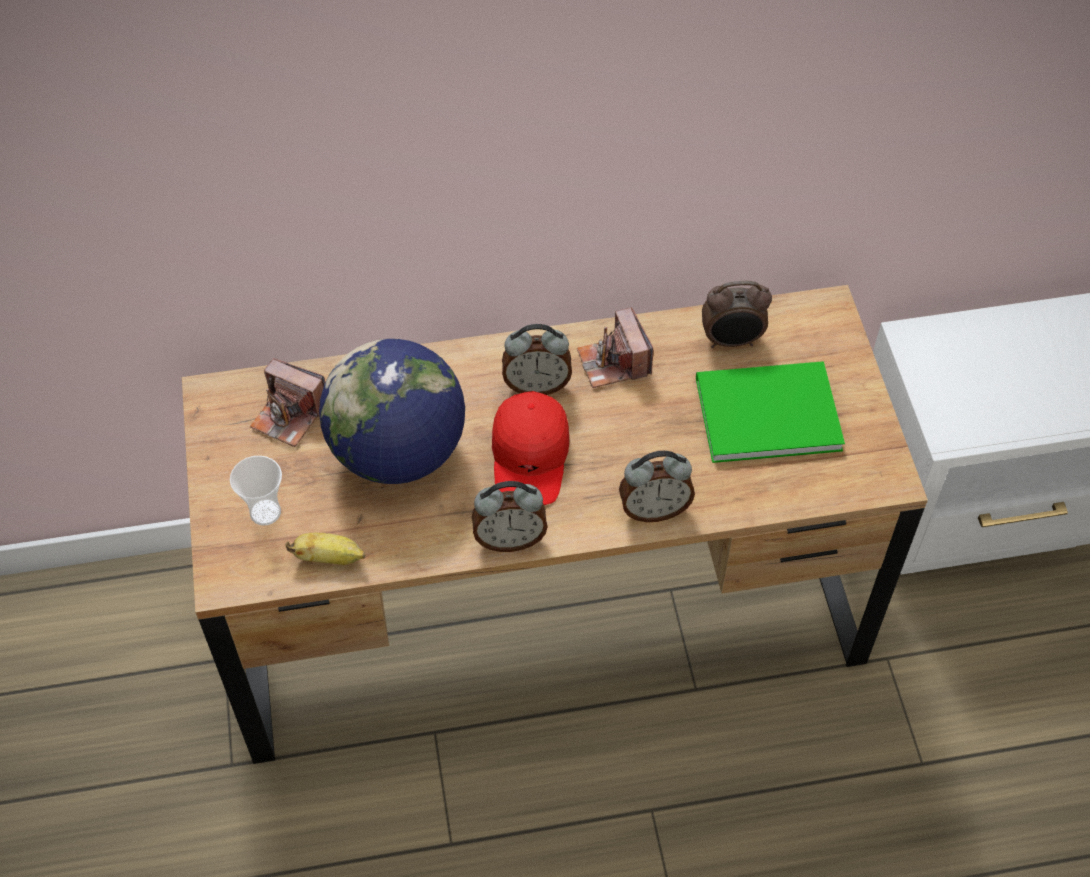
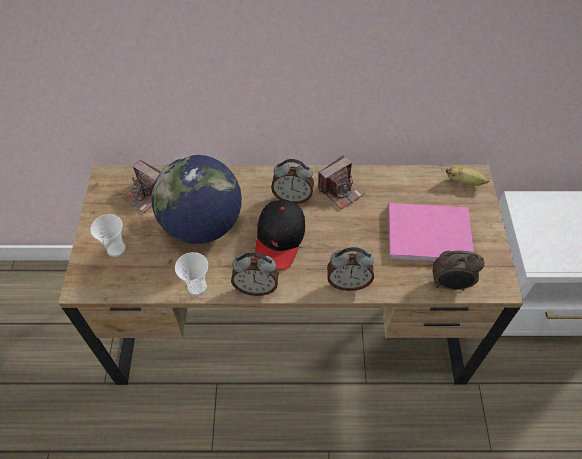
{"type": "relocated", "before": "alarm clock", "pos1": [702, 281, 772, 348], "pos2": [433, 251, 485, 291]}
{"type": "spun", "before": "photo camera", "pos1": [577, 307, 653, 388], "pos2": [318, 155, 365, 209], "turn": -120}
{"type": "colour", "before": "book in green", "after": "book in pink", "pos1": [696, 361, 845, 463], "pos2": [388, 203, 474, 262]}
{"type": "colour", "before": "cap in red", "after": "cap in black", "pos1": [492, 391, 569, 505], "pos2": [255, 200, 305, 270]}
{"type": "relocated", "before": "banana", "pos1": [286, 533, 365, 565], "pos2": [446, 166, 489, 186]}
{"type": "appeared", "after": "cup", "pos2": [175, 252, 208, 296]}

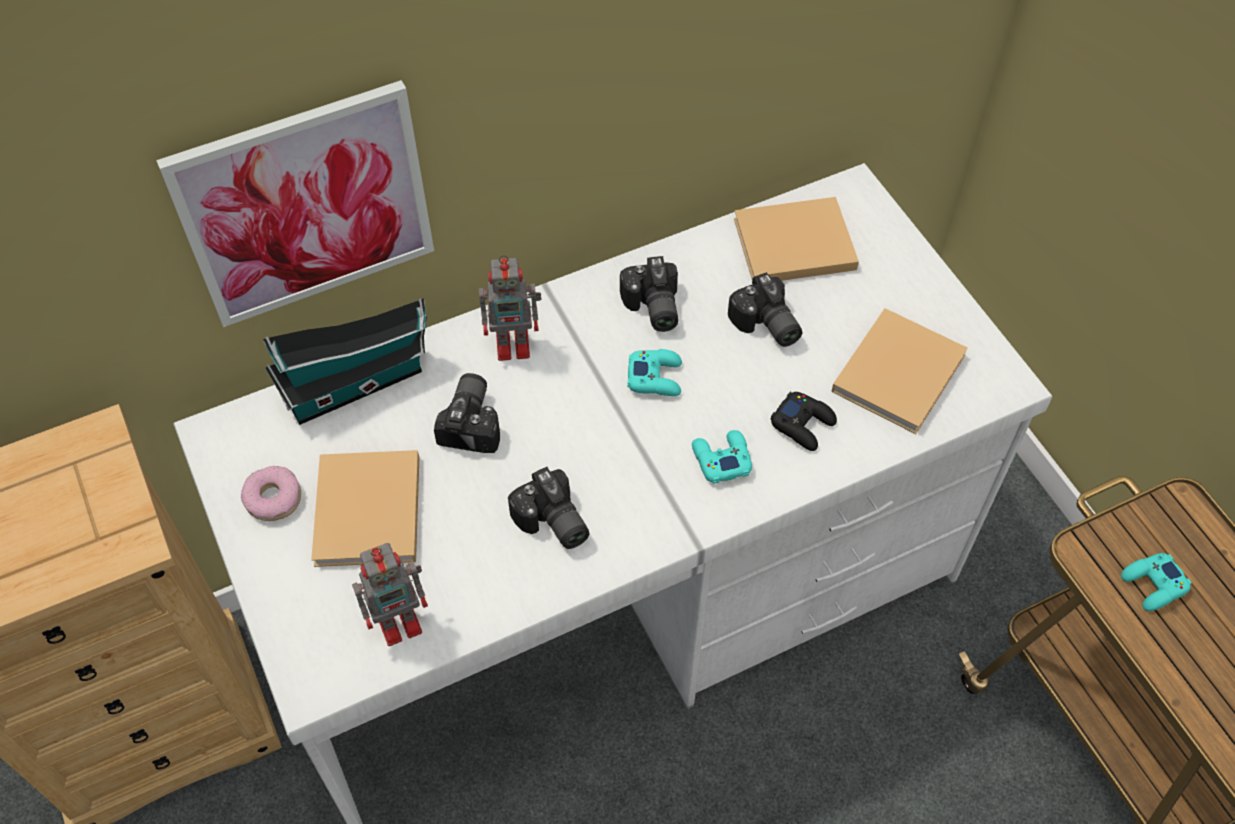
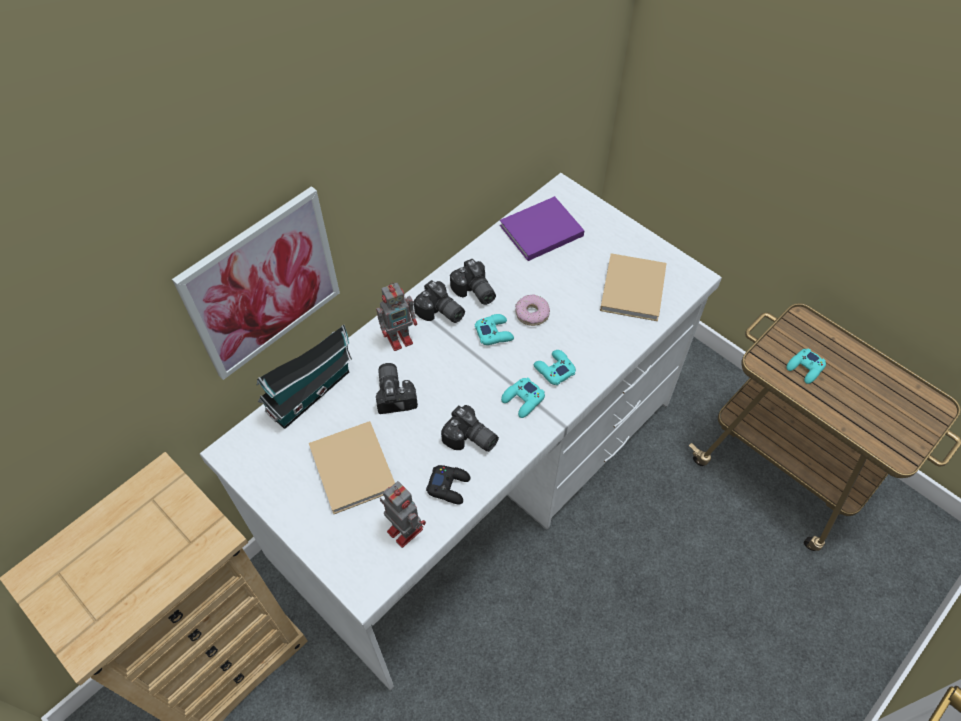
{"type": "colour", "before": "book in beige", "after": "book in purple", "pos1": [734, 197, 859, 281], "pos2": [500, 196, 585, 261]}
{"type": "relocated", "before": "photo camera", "pos1": [728, 272, 802, 347], "pos2": [414, 280, 465, 323]}
{"type": "relocated", "before": "game controller in black", "pos1": [770, 392, 837, 451], "pos2": [426, 465, 470, 504]}
{"type": "relocated", "before": "donut", "pos1": [241, 466, 301, 521], "pos2": [515, 295, 550, 326]}
{"type": "spun", "before": "toy robot", "pos1": [352, 543, 428, 646], "pos2": [379, 481, 426, 548], "turn": -90}
{"type": "appeared", "after": "game controller in turquoise", "pos2": [501, 378, 545, 418]}

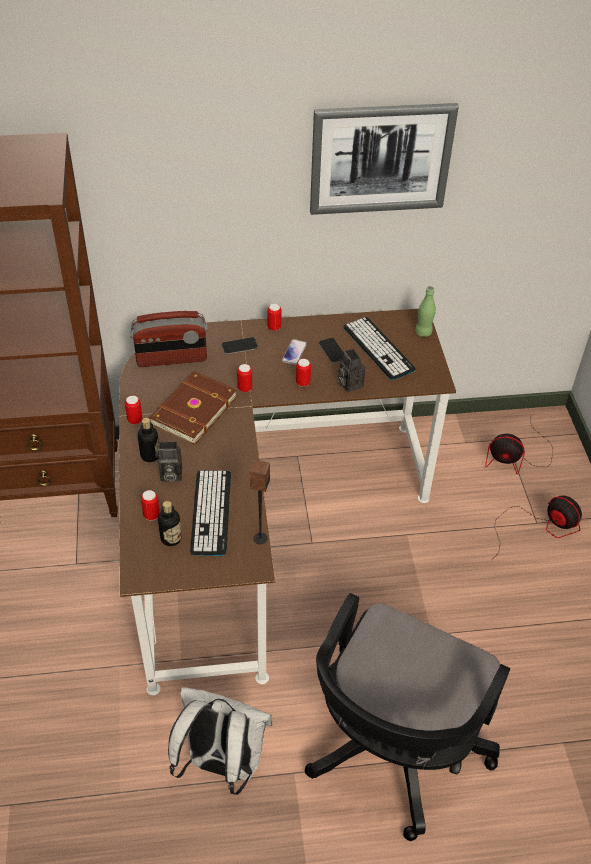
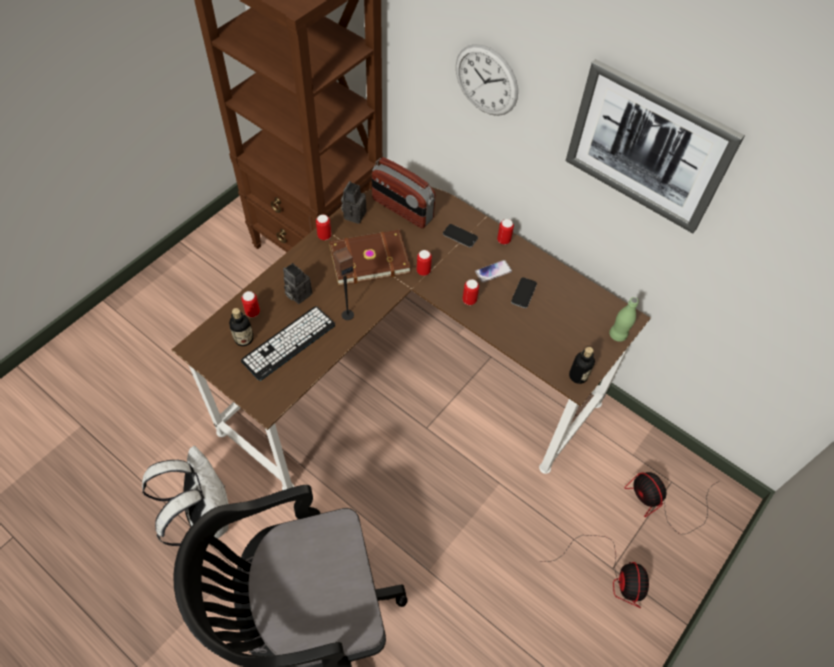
{"type": "missing", "before": "keyboard", "pos1": [343, 317, 416, 380]}
{"type": "relocated", "before": "photo camera", "pos1": [338, 349, 365, 393], "pos2": [341, 181, 367, 224]}
{"type": "relocated", "before": "bottle", "pos1": [138, 418, 159, 462], "pos2": [569, 347, 595, 384]}
{"type": "relocated", "before": "speaker", "pos1": [249, 460, 270, 544], "pos2": [333, 247, 354, 320]}
{"type": "appeared", "after": "wall clock", "pos2": [456, 44, 518, 116]}

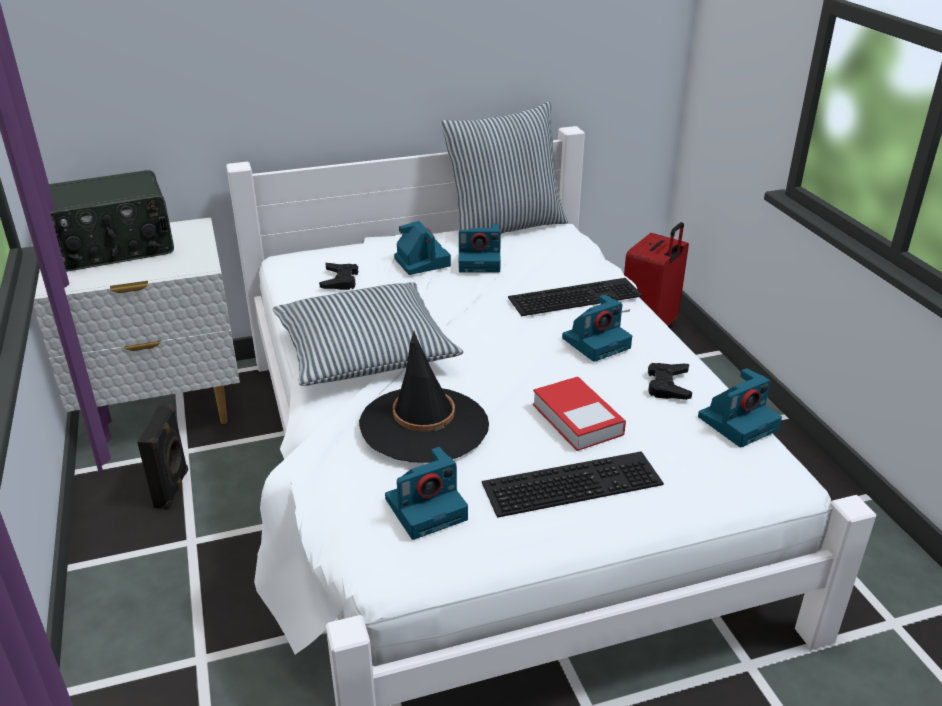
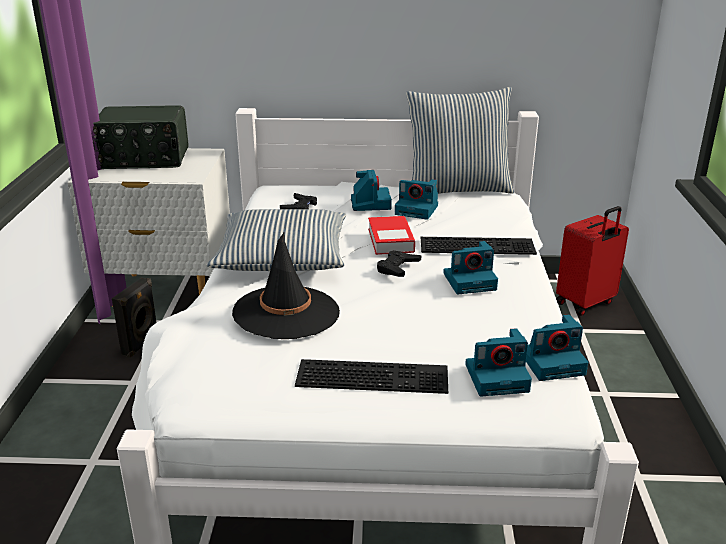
{"type": "relocated", "before": "game controller in black", "pos1": [648, 363, 692, 400], "pos2": [377, 250, 421, 277]}
{"type": "relocated", "before": "book", "pos1": [533, 376, 626, 451], "pos2": [368, 216, 415, 255]}
{"type": "relocated", "before": "photo camera", "pos1": [385, 447, 468, 540], "pos2": [465, 328, 532, 397]}

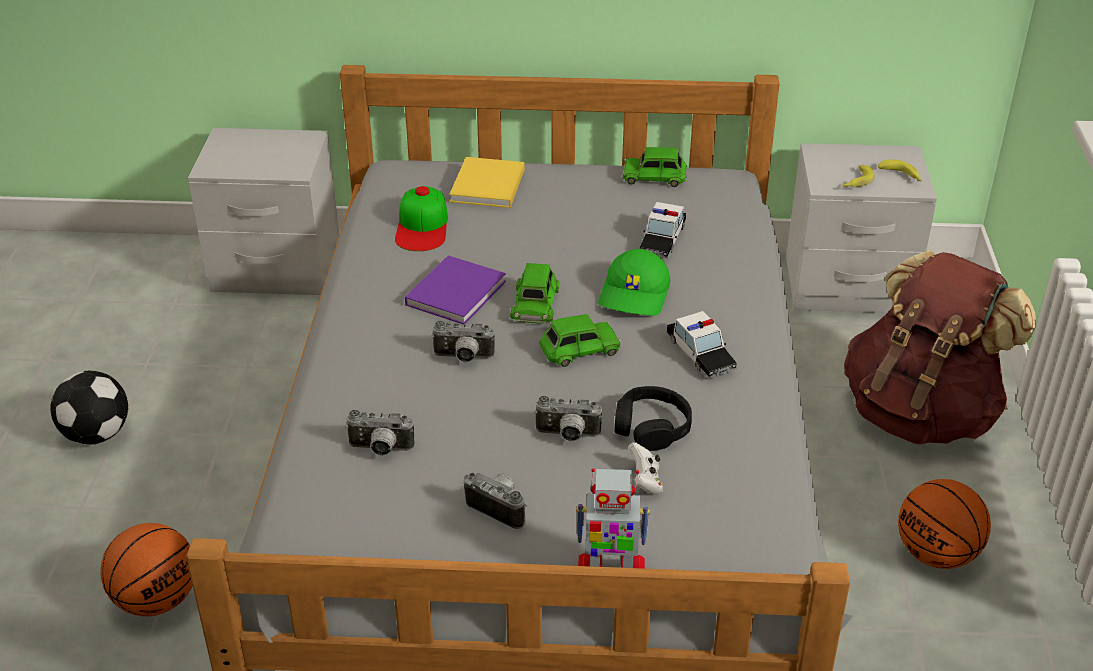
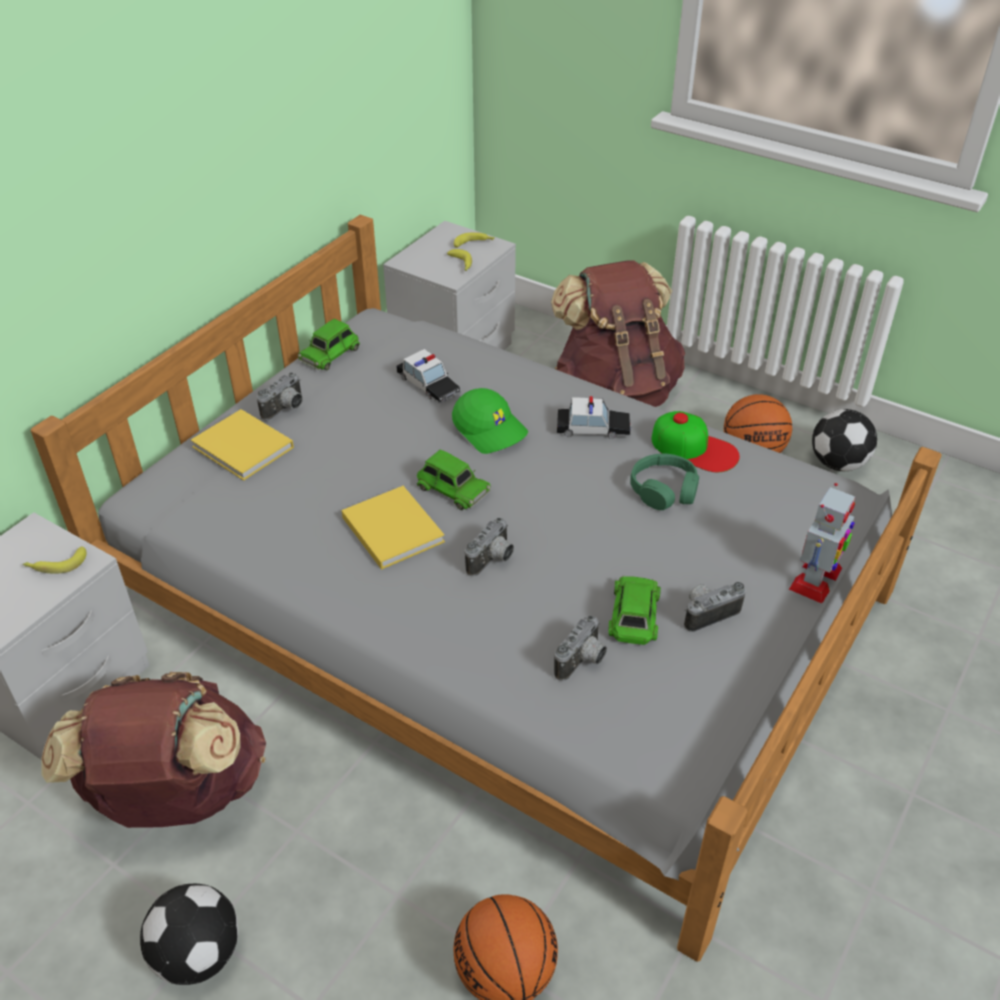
{"type": "relocated", "before": "cap", "pos1": [395, 186, 448, 251], "pos2": [651, 411, 740, 472]}
{"type": "colour", "before": "book in purple", "after": "book in yellow", "pos1": [405, 256, 506, 324], "pos2": [341, 486, 445, 570]}
{"type": "relocated", "before": "toy car in green", "pos1": [539, 314, 621, 367], "pos2": [608, 575, 661, 645]}
{"type": "colour", "before": "headphones in black", "after": "headphones in green", "pos1": [615, 386, 692, 451], "pos2": [630, 454, 699, 510]}
{"type": "relocated", "before": "photo camera", "pos1": [534, 396, 602, 442], "pos2": [257, 372, 303, 420]}
{"type": "missing", "before": "game controller in white", "pos1": [628, 442, 663, 494]}
{"type": "appeared", "after": "football", "pos2": [812, 409, 877, 471]}
{"type": "appeared", "after": "banana", "pos2": [22, 546, 87, 574]}
{"type": "appeared", "after": "backpack in brown", "pos2": [41, 672, 266, 828]}

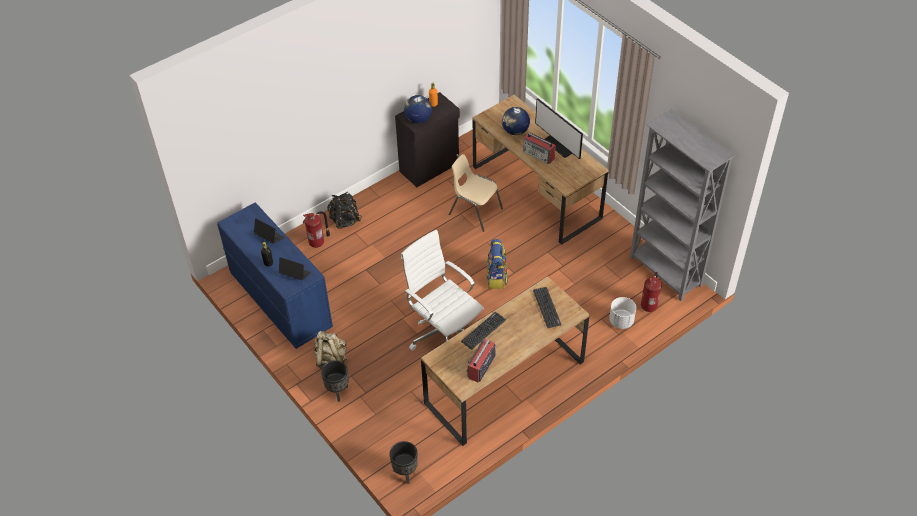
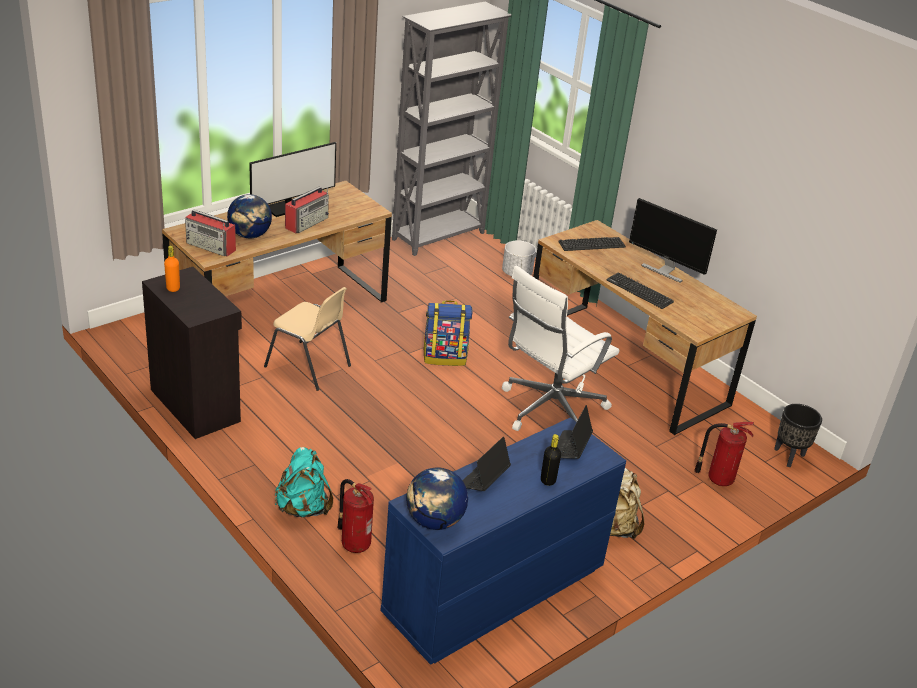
{"type": "relocated", "before": "globe", "pos1": [404, 95, 432, 124], "pos2": [406, 468, 468, 530]}
{"type": "spun", "before": "chair in beige", "pos1": [449, 154, 503, 232], "pos2": [264, 287, 351, 391], "turn": -90}
{"type": "colour", "before": "backpack in black", "after": "backpack in turquoise", "pos1": [327, 192, 362, 229], "pos2": [275, 447, 333, 517]}
{"type": "relocated", "before": "fire extinguisher", "pos1": [641, 272, 662, 312], "pos2": [694, 422, 754, 486]}
{"type": "relocated", "before": "radio", "pos1": [466, 339, 496, 383], "pos2": [185, 210, 236, 256]}
{"type": "missing", "before": "planter in black", "pos1": [321, 360, 348, 402]}
{"type": "appeared", "after": "monitor", "pos2": [629, 198, 717, 283]}

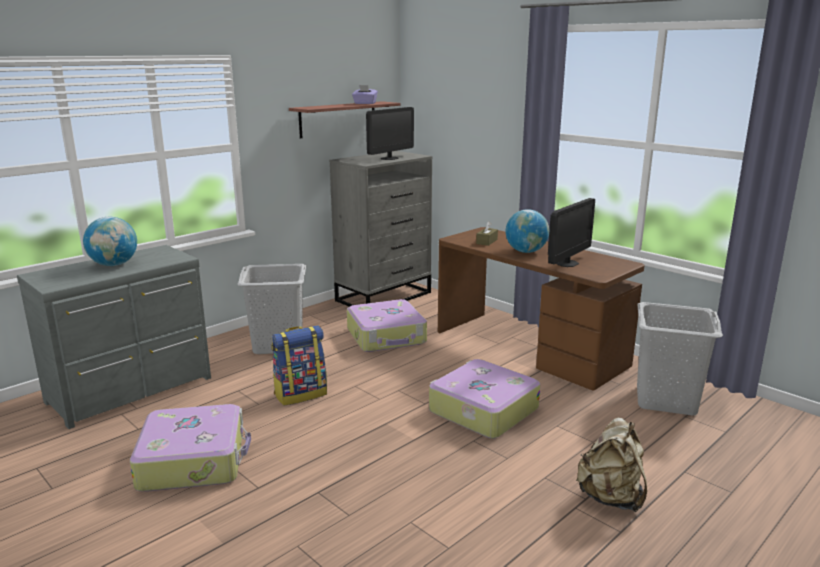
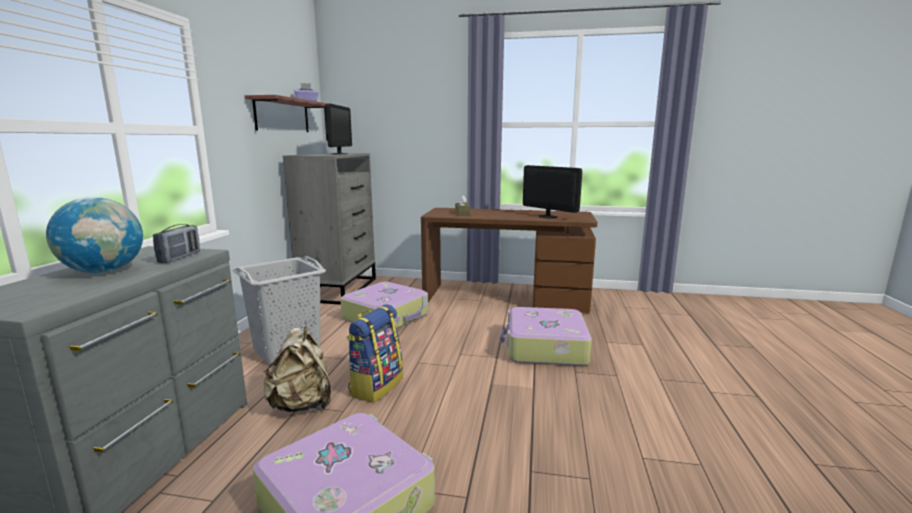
{"type": "spun", "before": "monitor", "pos1": [548, 198, 595, 267], "pos2": [523, 165, 582, 218], "turn": -45}
{"type": "missing", "before": "globe", "pos1": [506, 209, 549, 253]}
{"type": "missing", "before": "laundry basket in grey", "pos1": [637, 302, 723, 416]}
{"type": "relocated", "before": "backpack in beige", "pos1": [576, 418, 647, 512], "pos2": [263, 327, 331, 412]}
{"type": "appeared", "after": "radio", "pos2": [153, 224, 200, 263]}

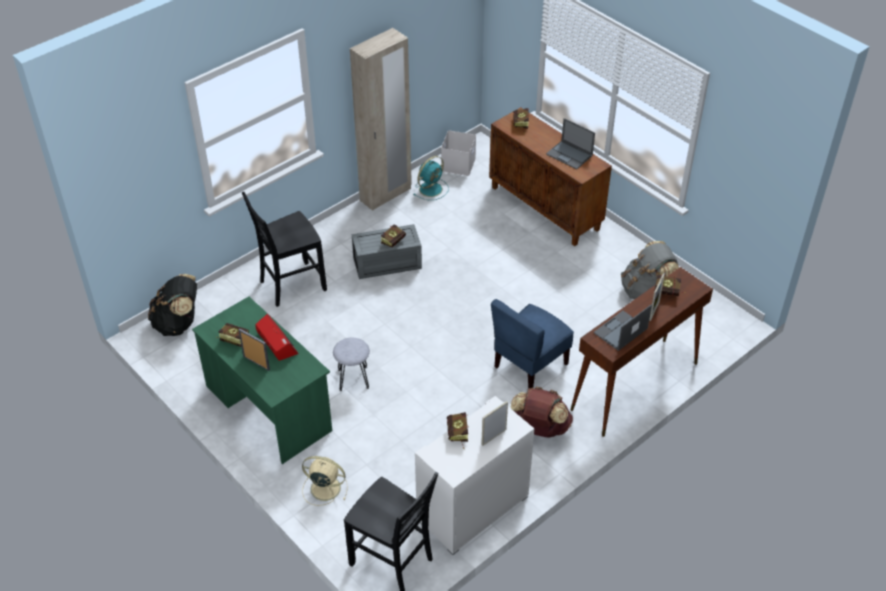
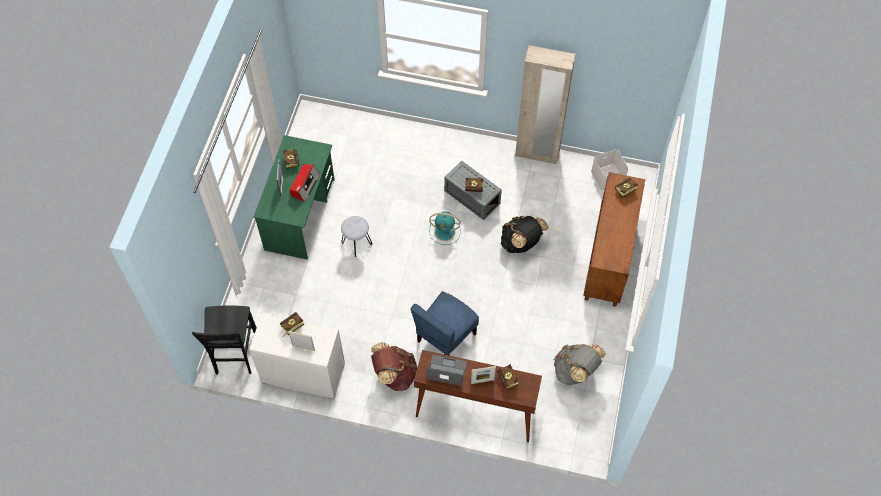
{"type": "missing", "before": "laptop", "pos1": [546, 118, 595, 169]}
{"type": "relocated", "before": "fan in turquoise", "pos1": [413, 156, 449, 200], "pos2": [429, 212, 461, 245]}
{"type": "missing", "before": "chair in black", "pos1": [242, 192, 327, 307]}
{"type": "relocated", "before": "backpack in black", "pos1": [148, 274, 197, 336], "pos2": [501, 216, 549, 253]}
{"type": "spun", "before": "chair in blue", "pos1": [491, 299, 574, 389], "pos2": [411, 291, 479, 356], "turn": -60}
{"type": "missing", "before": "fan in beige", "pos1": [302, 456, 348, 506]}

